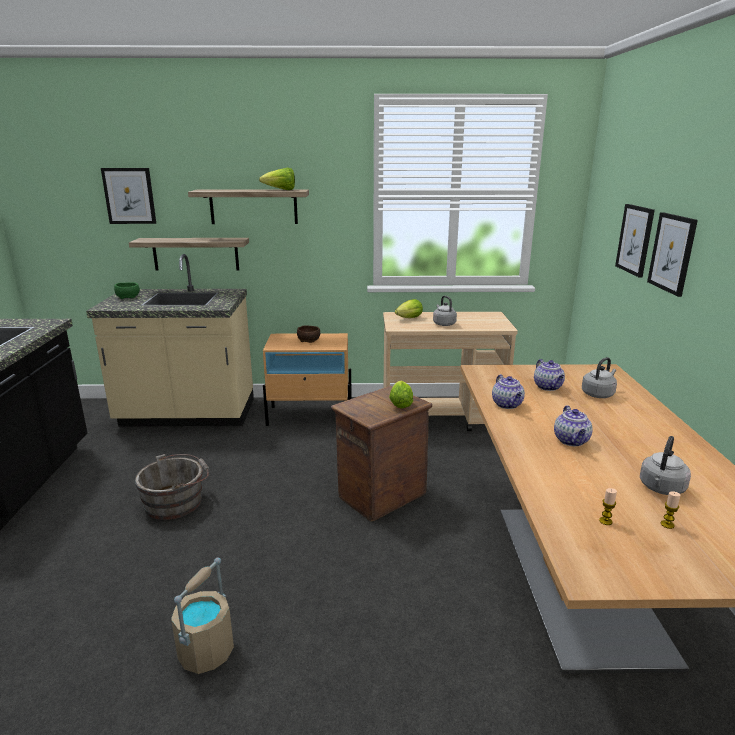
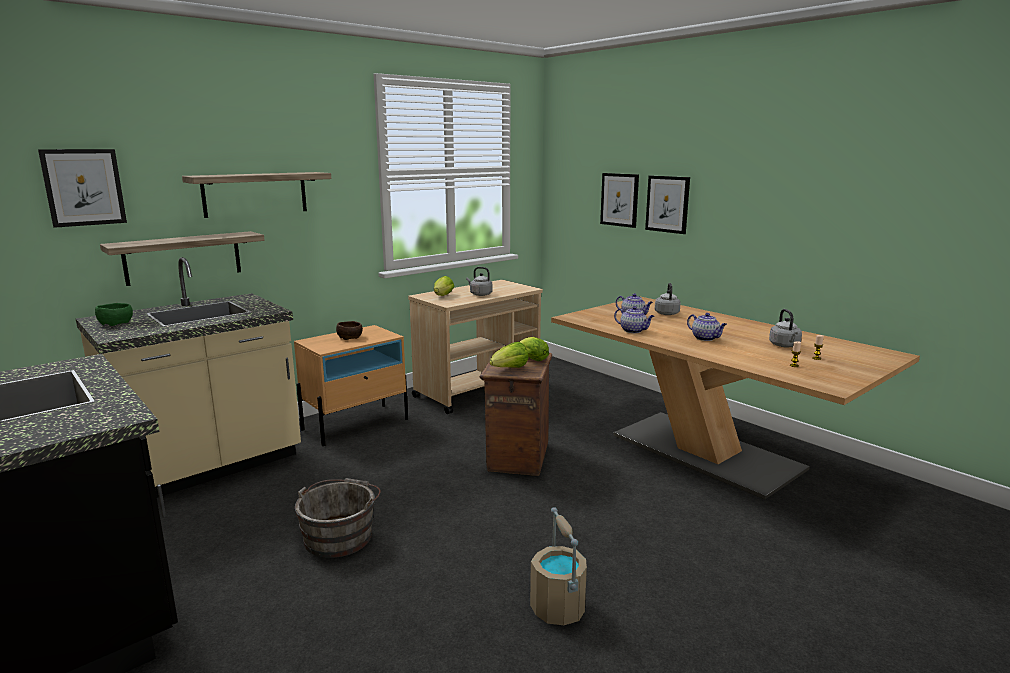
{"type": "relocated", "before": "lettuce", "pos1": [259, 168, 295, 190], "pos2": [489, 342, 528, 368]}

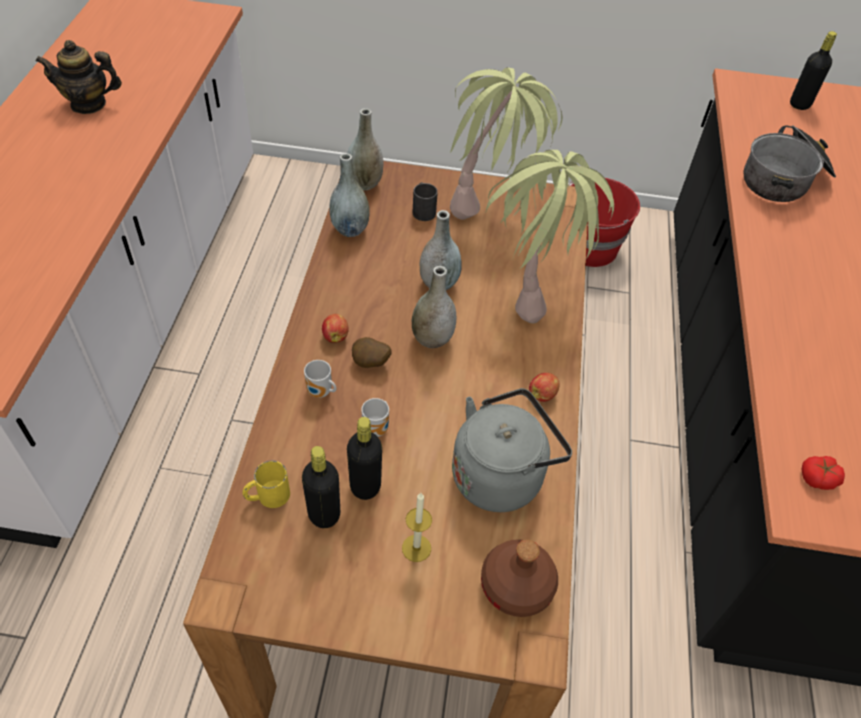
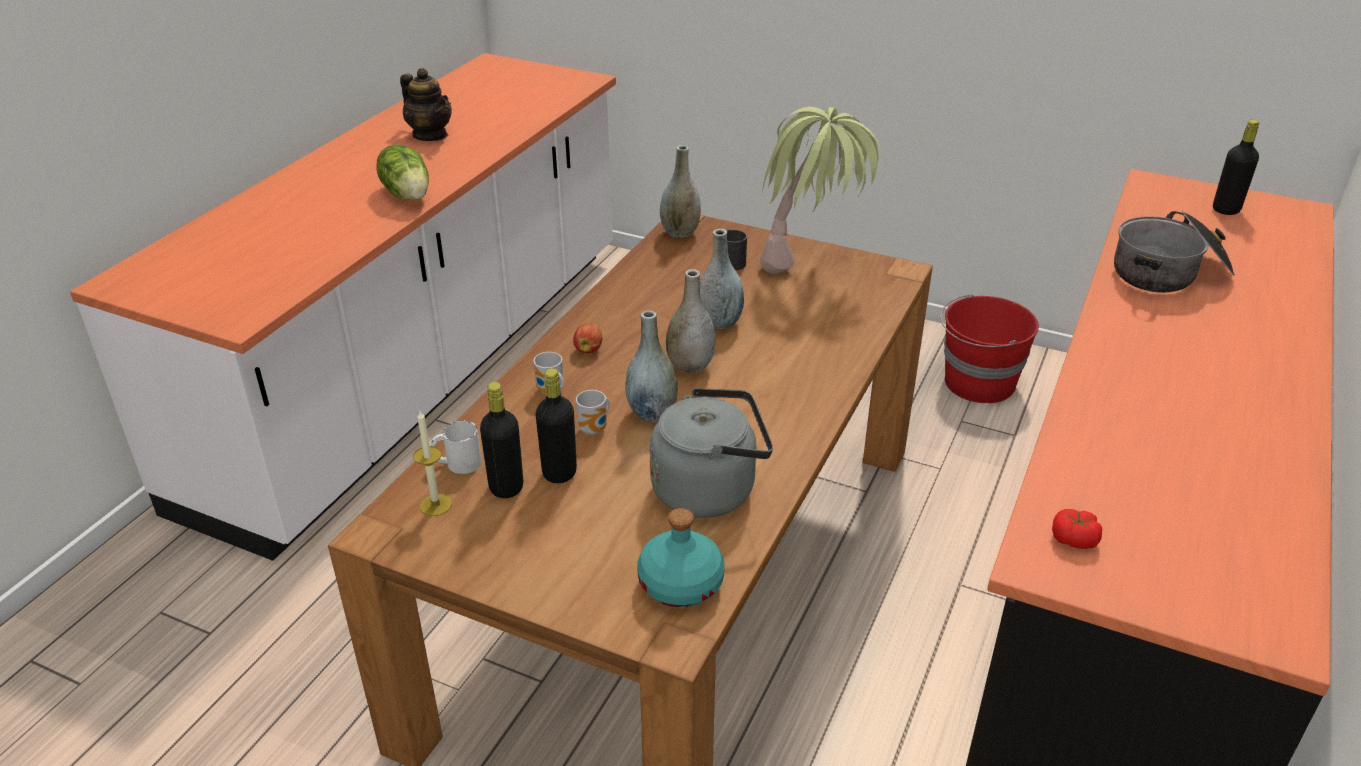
{"type": "spun", "before": "teapot", "pos1": [36, 40, 122, 114], "pos2": [400, 68, 452, 141], "turn": -150}
{"type": "missing", "before": "potted plant", "pos1": [485, 150, 614, 323]}
{"type": "relocated", "before": "vase in grey", "pos1": [329, 153, 370, 237], "pos2": [626, 311, 678, 422]}
{"type": "missing", "before": "potato", "pos1": [352, 337, 392, 368]}
{"type": "missing", "before": "apple", "pos1": [529, 373, 560, 402]}
{"type": "colour", "before": "mug in yellow", "after": "mug in white", "pos1": [242, 461, 290, 508], "pos2": [430, 420, 482, 474]}
{"type": "relocated", "before": "candle", "pos1": [402, 493, 432, 562], "pos2": [413, 411, 452, 516]}
{"type": "colour", "before": "bottle in brown", "after": "bottle in turquoise", "pos1": [481, 539, 558, 617], "pos2": [637, 508, 725, 607]}
{"type": "appeared", "after": "lettuce", "pos2": [376, 144, 429, 200]}

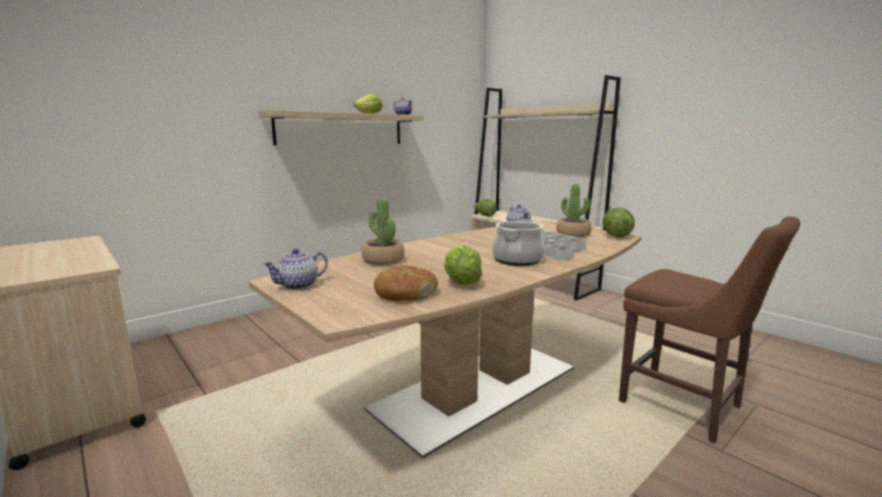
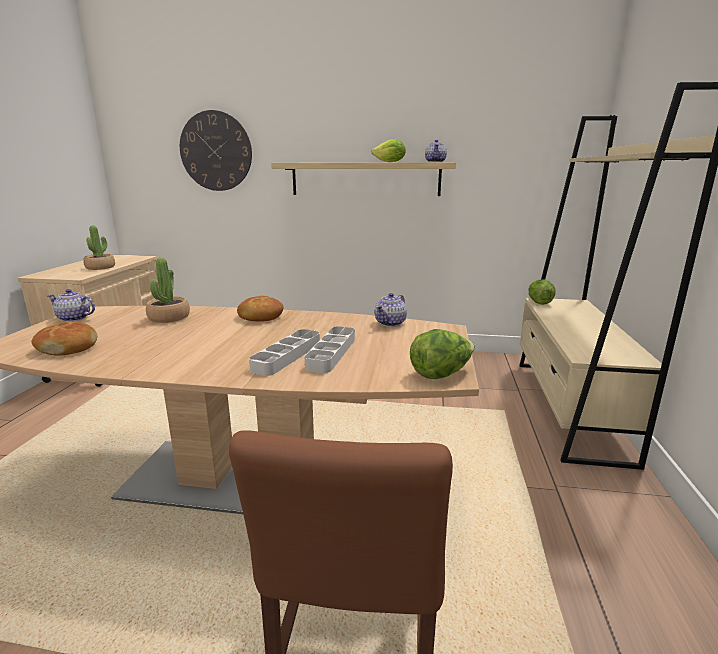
{"type": "relocated", "before": "potted plant", "pos1": [556, 184, 591, 237], "pos2": [83, 225, 115, 270]}
{"type": "missing", "before": "cooking pot", "pos1": [492, 219, 545, 266]}
{"type": "missing", "before": "lettuce", "pos1": [444, 245, 482, 285]}
{"type": "appeared", "after": "wall clock", "pos2": [180, 110, 252, 191]}
{"type": "appeared", "after": "bread", "pos2": [237, 296, 284, 322]}

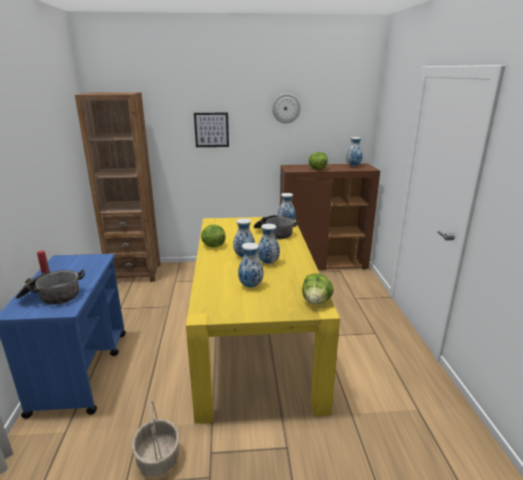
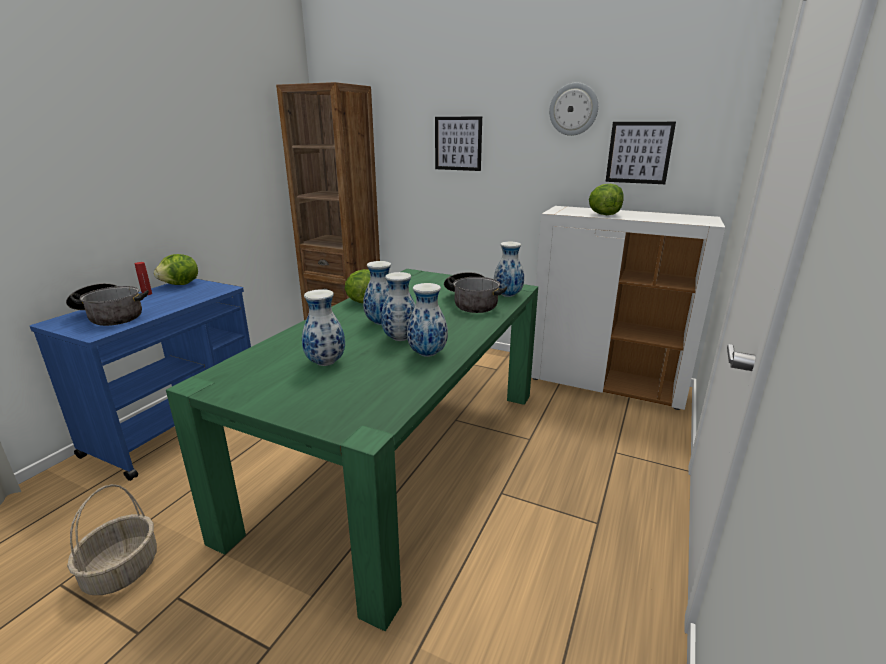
{"type": "relocated", "before": "vase", "pos1": [346, 137, 363, 166], "pos2": [407, 283, 448, 357]}
{"type": "colour", "before": "cabinet in brown", "after": "cabinet in white", "pos1": [280, 164, 380, 270], "pos2": [531, 206, 726, 410]}
{"type": "colour", "before": "dining table in yellow", "after": "dining table in green", "pos1": [186, 217, 340, 424], "pos2": [166, 269, 538, 631]}
{"type": "relocated", "before": "lettuce", "pos1": [302, 274, 334, 304], "pos2": [154, 254, 198, 285]}
{"type": "appeared", "after": "picture", "pos2": [606, 122, 676, 184]}

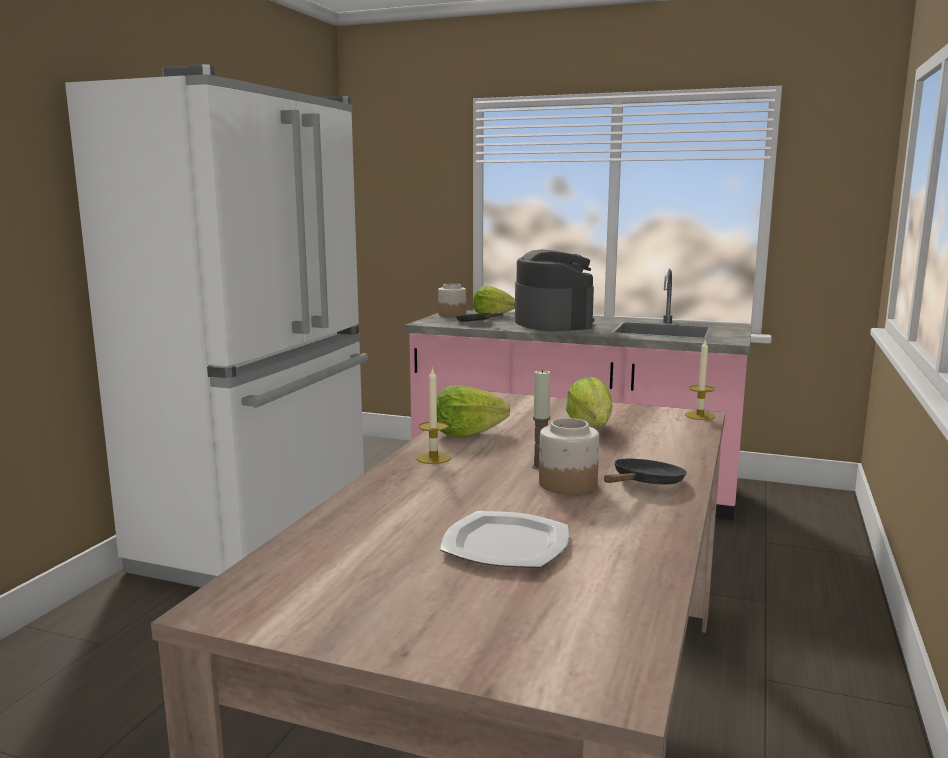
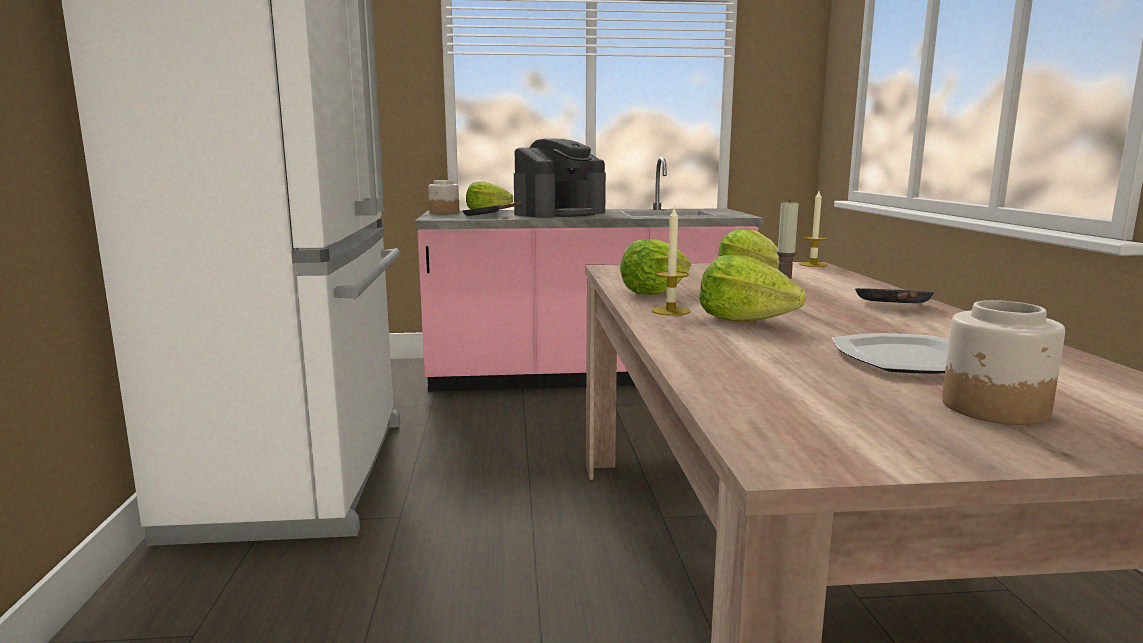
{"type": "spun", "before": "coffee machine", "pos1": [515, 249, 594, 331], "pos2": [514, 138, 606, 218], "turn": 90}
{"type": "relocated", "before": "jar", "pos1": [539, 418, 599, 495], "pos2": [942, 300, 1065, 425]}
{"type": "appeared", "after": "lettuce", "pos2": [699, 255, 806, 322]}

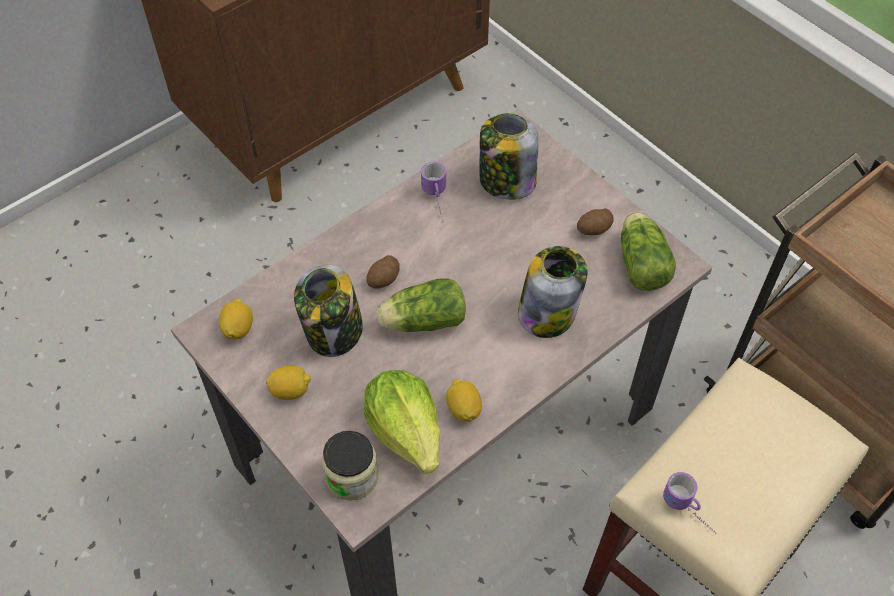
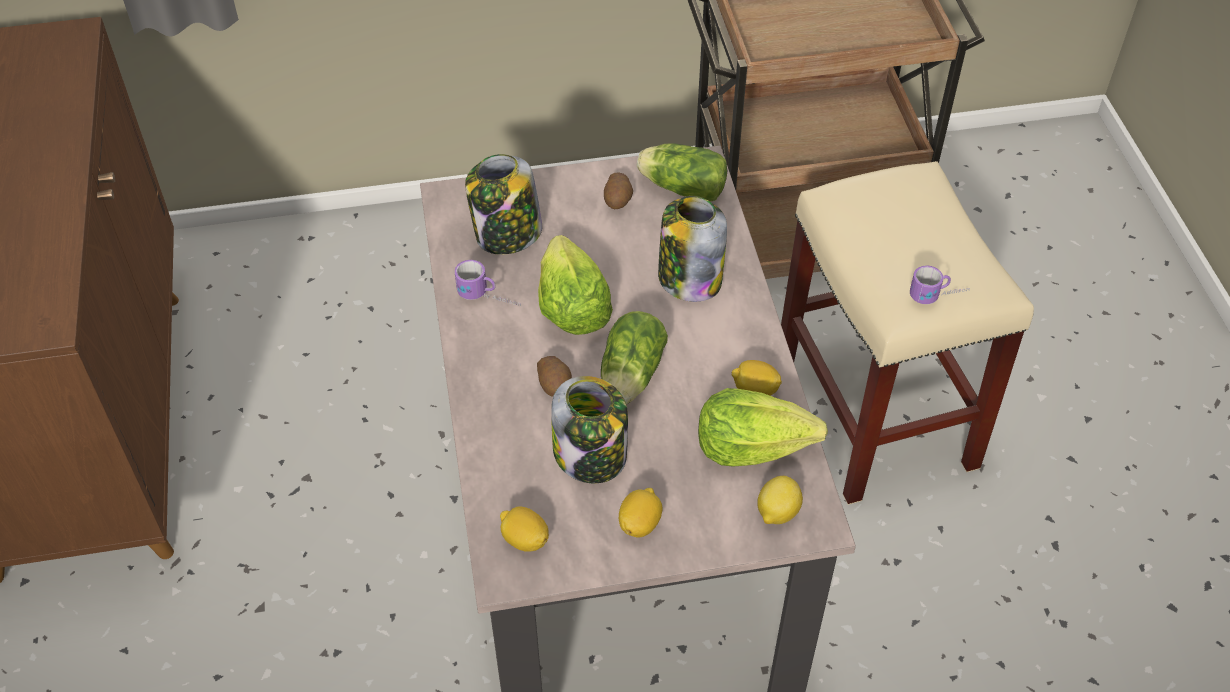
{"type": "exchanged", "before": "jar", "after": "lemon", "pos1": [322, 431, 379, 501], "pos2": [757, 476, 803, 524]}
{"type": "appeared", "after": "lettuce", "pos2": [538, 235, 613, 335]}

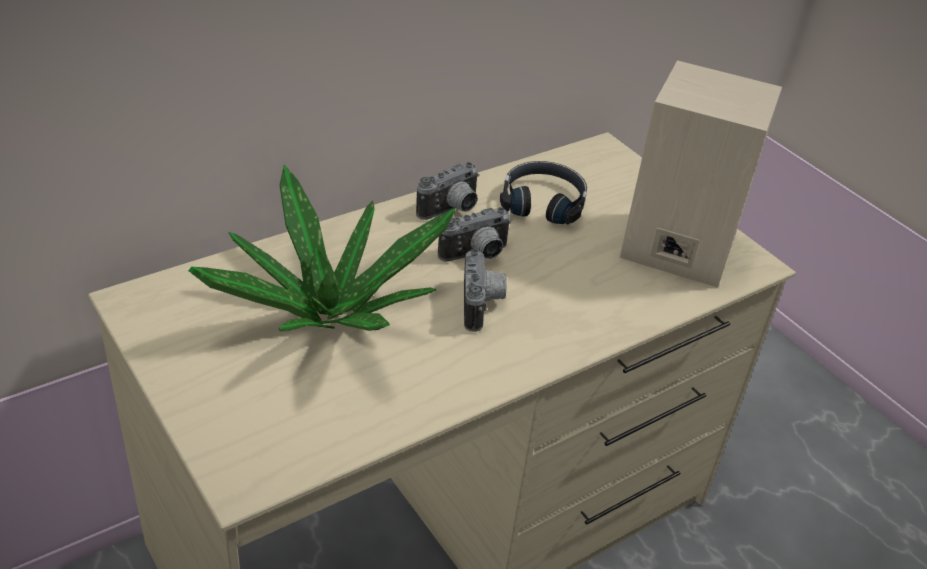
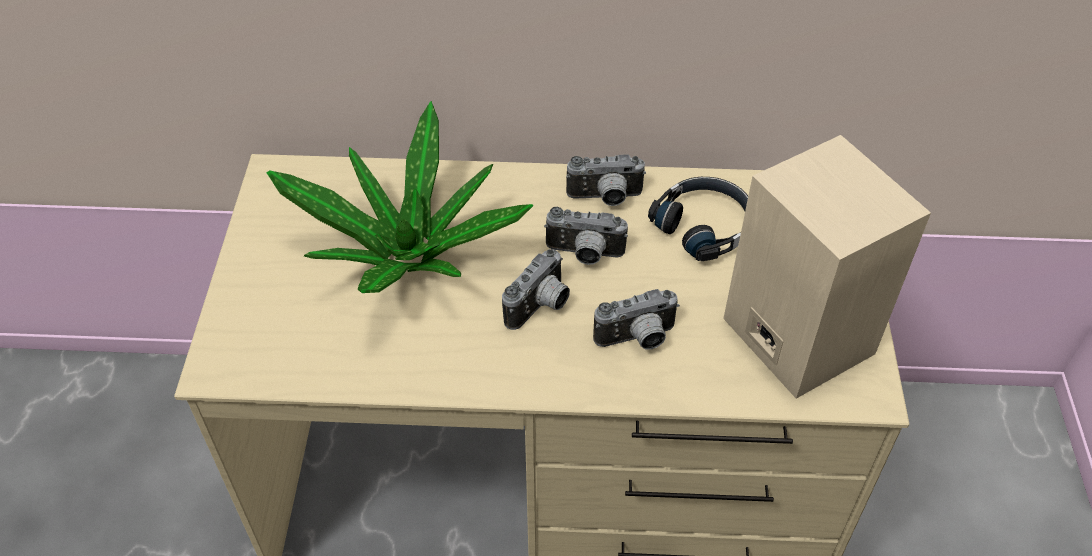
{"type": "appeared", "after": "photo camera", "pos2": [593, 289, 680, 350]}

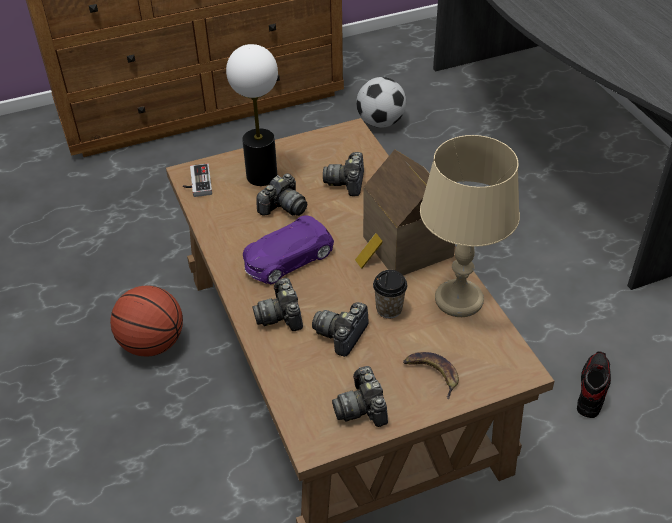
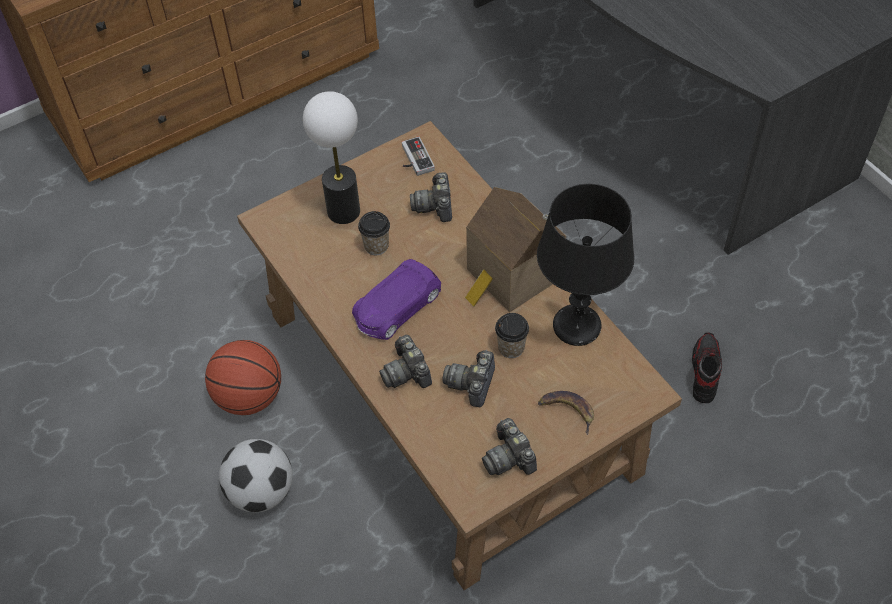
{"type": "relocated", "before": "football", "pos1": [356, 77, 406, 128], "pos2": [219, 439, 292, 512]}
{"type": "colour", "before": "table lamp in beige", "after": "table lamp in black", "pos1": [420, 135, 520, 317], "pos2": [537, 184, 634, 346]}
{"type": "relocated", "before": "game controller", "pos1": [183, 163, 212, 197], "pos2": [402, 137, 435, 176]}
{"type": "exchanged", "before": "photo camera", "after": "cup", "pos1": [256, 173, 307, 216], "pos2": [358, 211, 390, 255]}

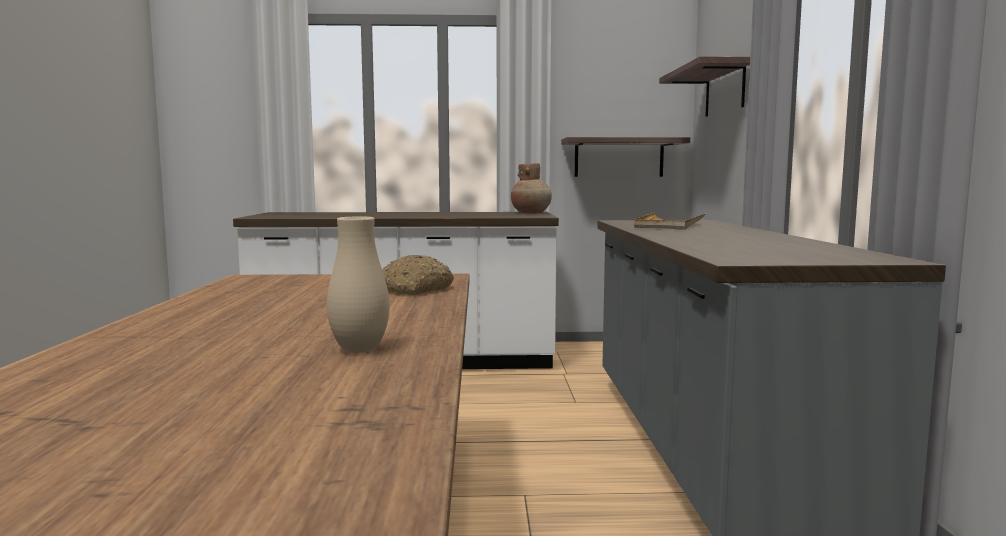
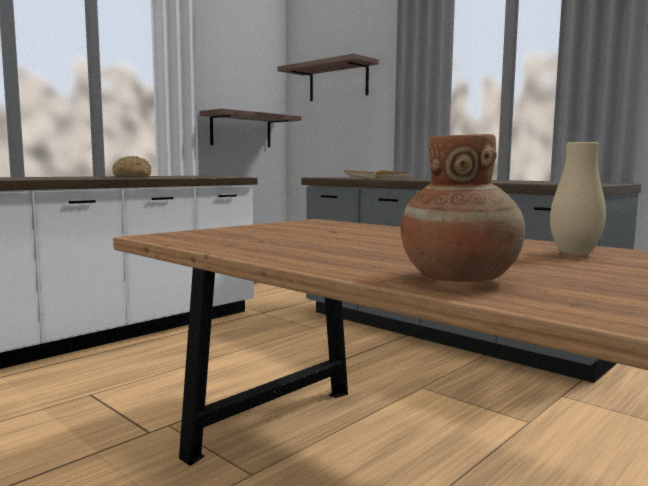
{"type": "relocated", "before": "vase in brown", "pos1": [511, 163, 552, 213], "pos2": [401, 134, 525, 282]}
{"type": "relocated", "before": "bread", "pos1": [382, 255, 454, 295], "pos2": [112, 156, 151, 177]}

